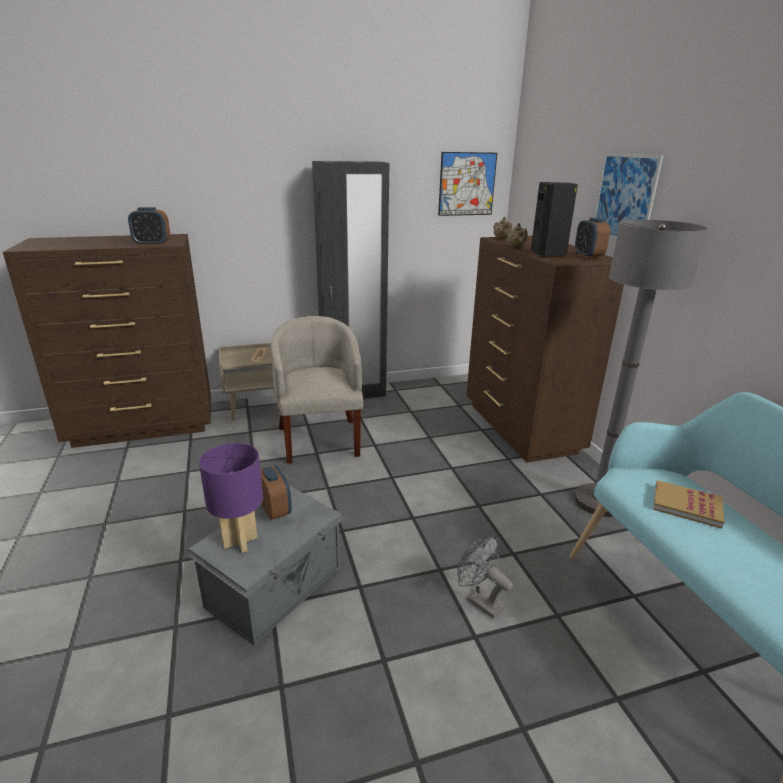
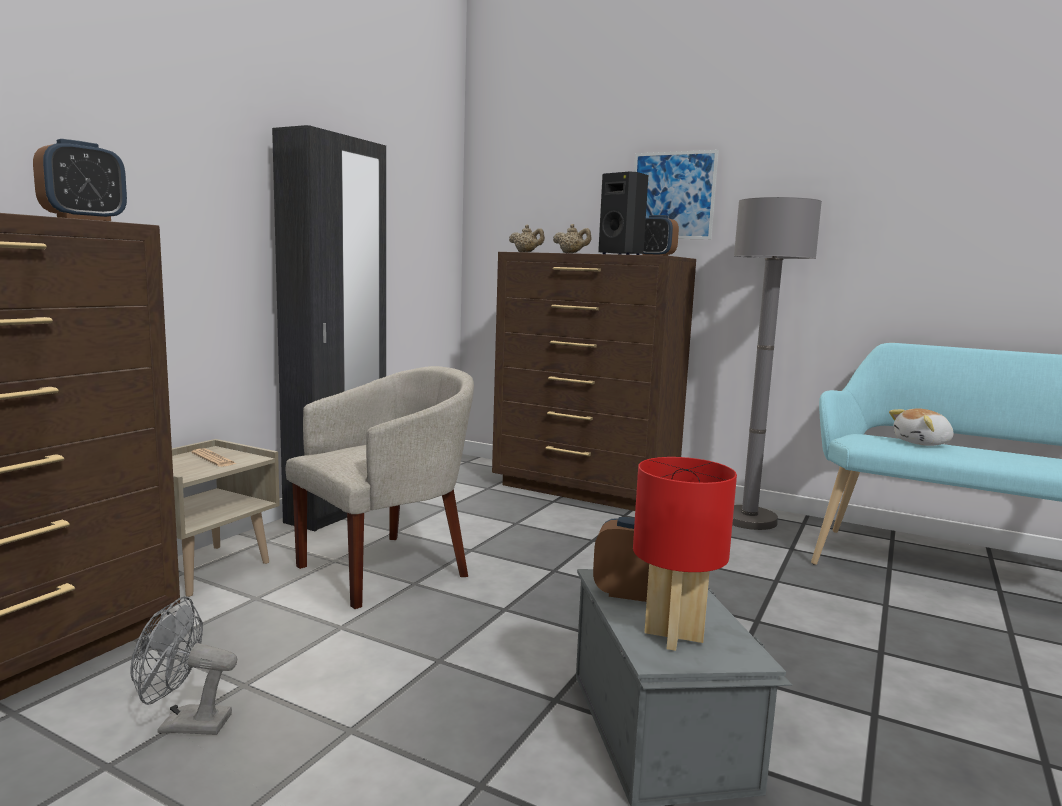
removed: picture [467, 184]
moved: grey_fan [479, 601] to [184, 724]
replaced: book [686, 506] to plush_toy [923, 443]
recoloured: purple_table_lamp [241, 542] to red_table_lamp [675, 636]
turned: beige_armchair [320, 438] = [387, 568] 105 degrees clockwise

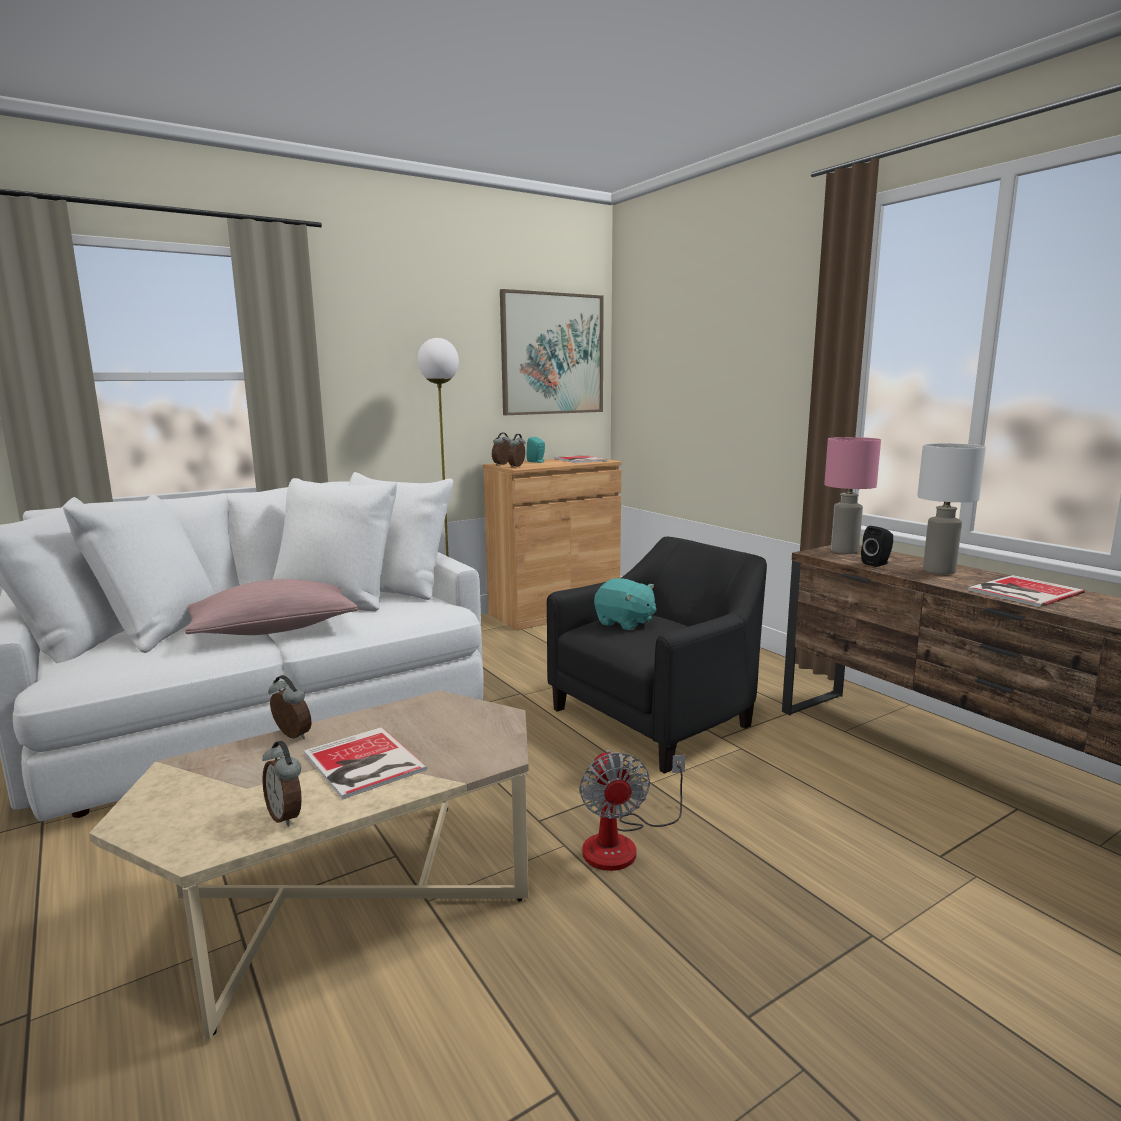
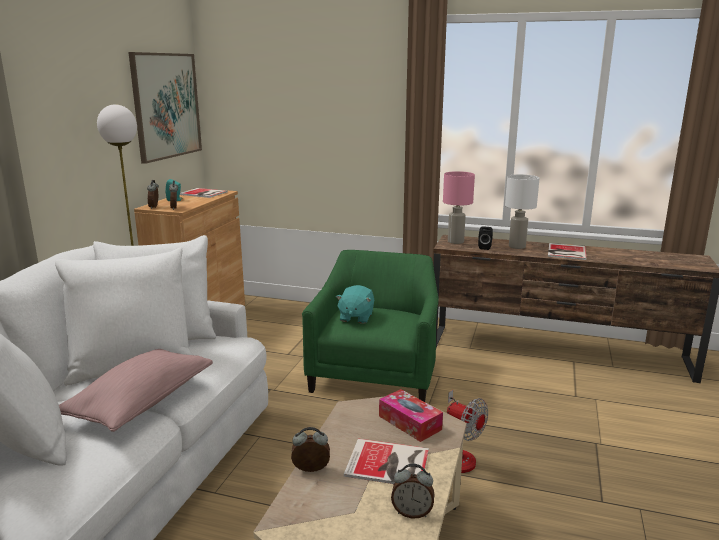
added: tissue_box [409, 423]
recoloured: black_armchair [658, 718] to green_armchair [375, 374]
turned: turquoise_plush_toy [625, 623] = [355, 317] 105 degrees clockwise

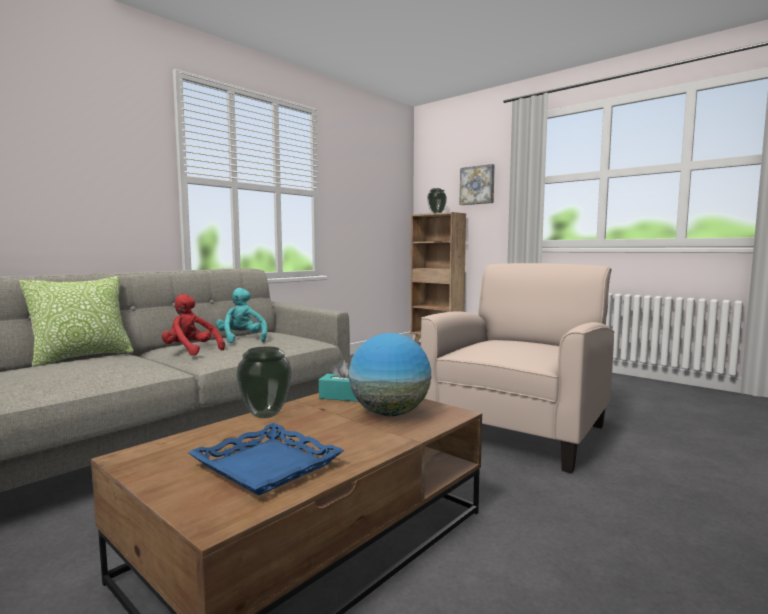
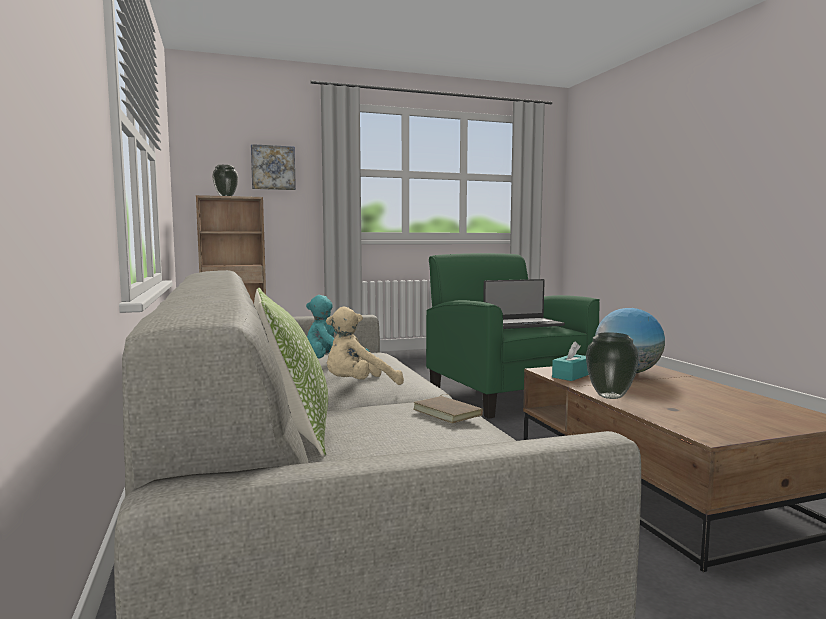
removed: blue_tray [265, 466]
added: brown_book [449, 413]; laptop [522, 324]
recoloured: red_plush_toy [191, 351] to beige_plush_toy [358, 386]; beige_armchair [518, 430] to green_armchair [505, 395]

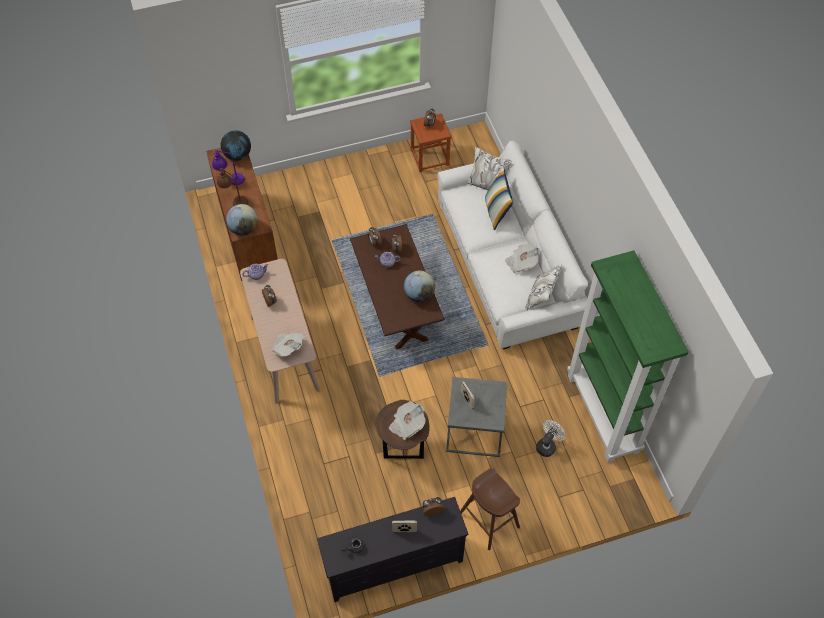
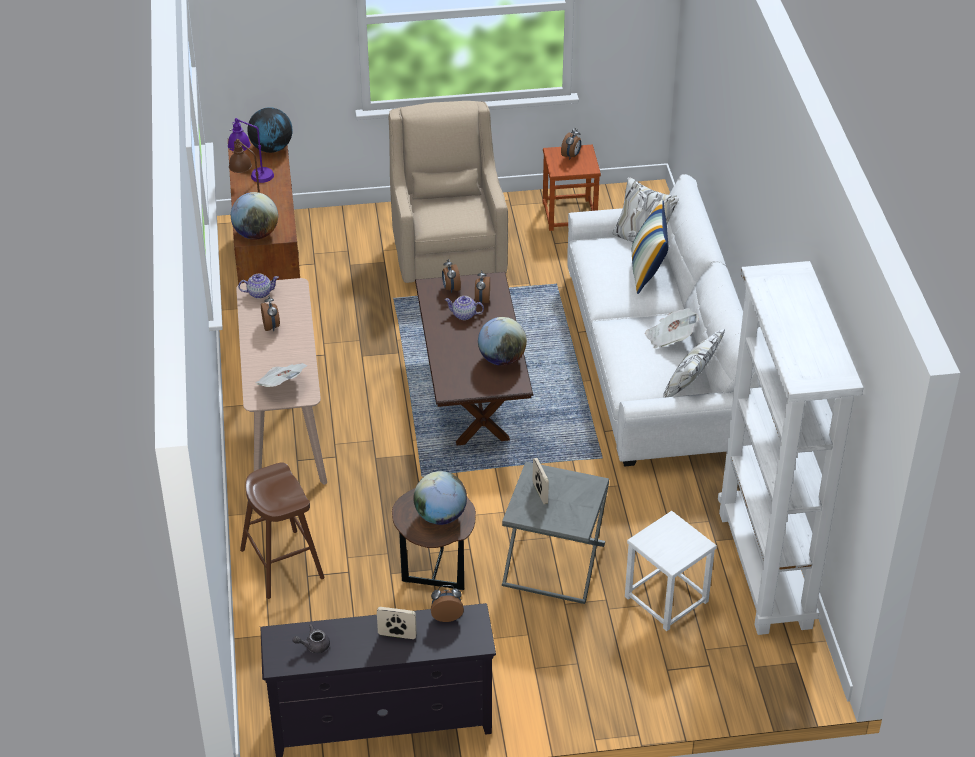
added: beige_armchair [447, 251]
moved: brown_stool [489, 520] to [282, 564]
replaced: newspaper [406, 424] to globe [440, 516]; white_fan [547, 445] to white_stool [665, 599]
recoloured: green_bookcase [604, 414] to white_bookcase [766, 570]

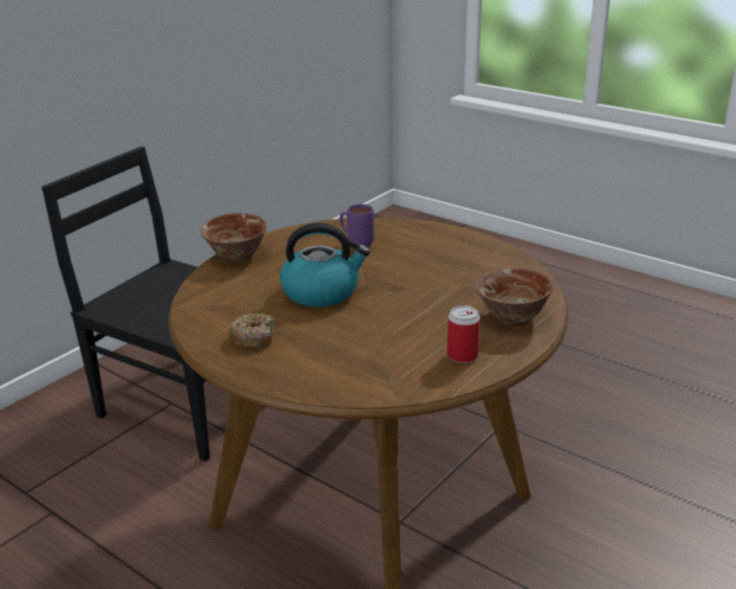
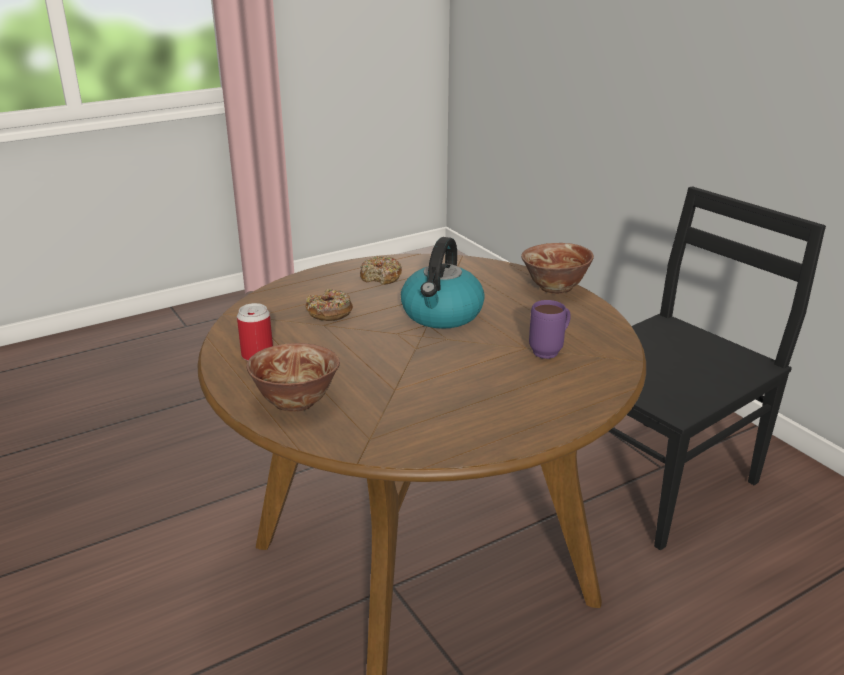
added: donut [329, 312]

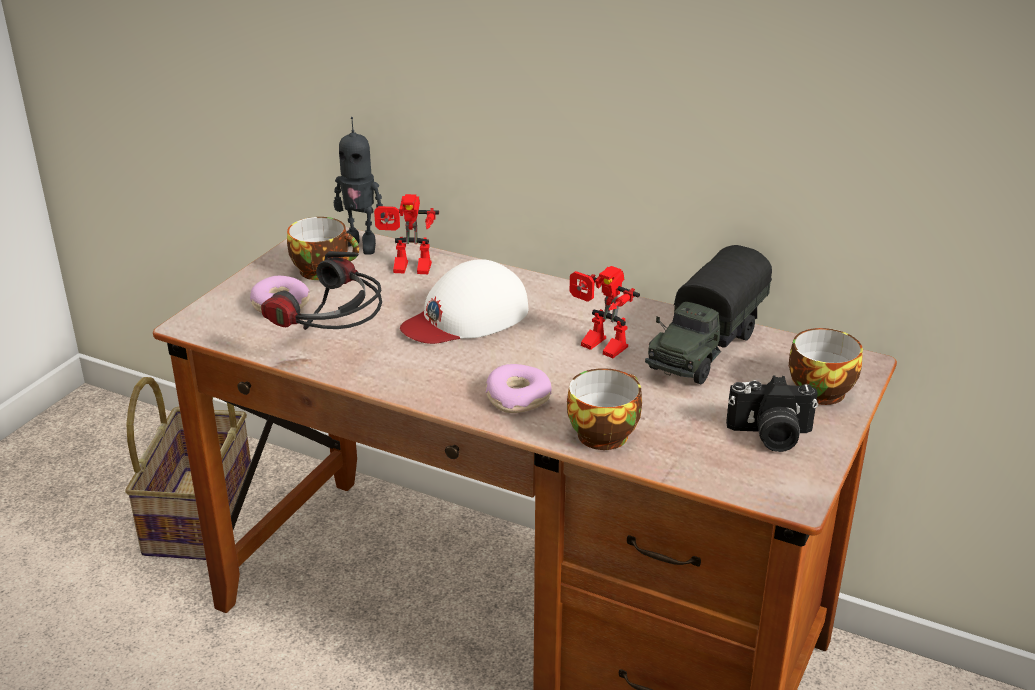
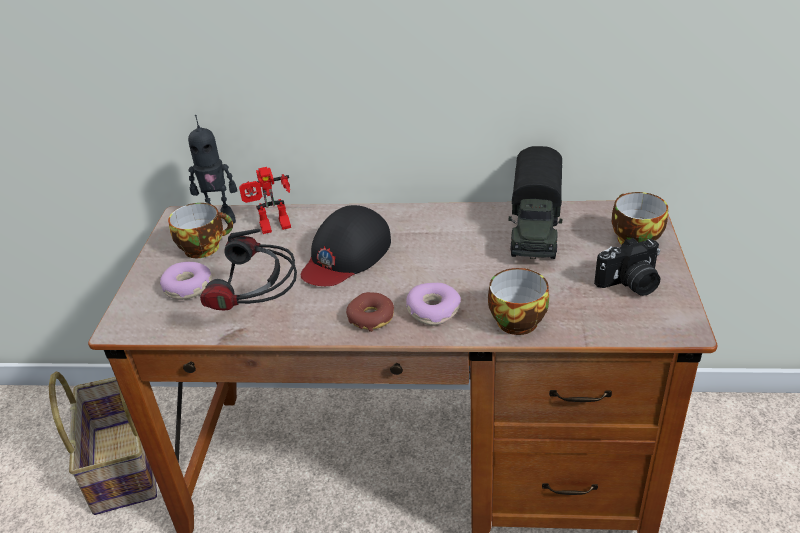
removed: toy_robot [598, 347]
added: donut [371, 317]
recoloured: white_cap [466, 317] to black_cap [346, 255]

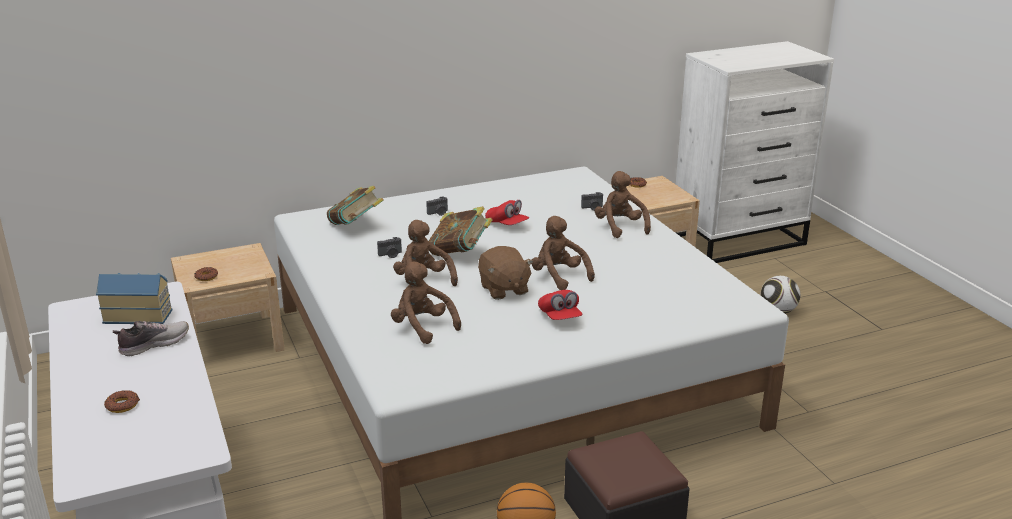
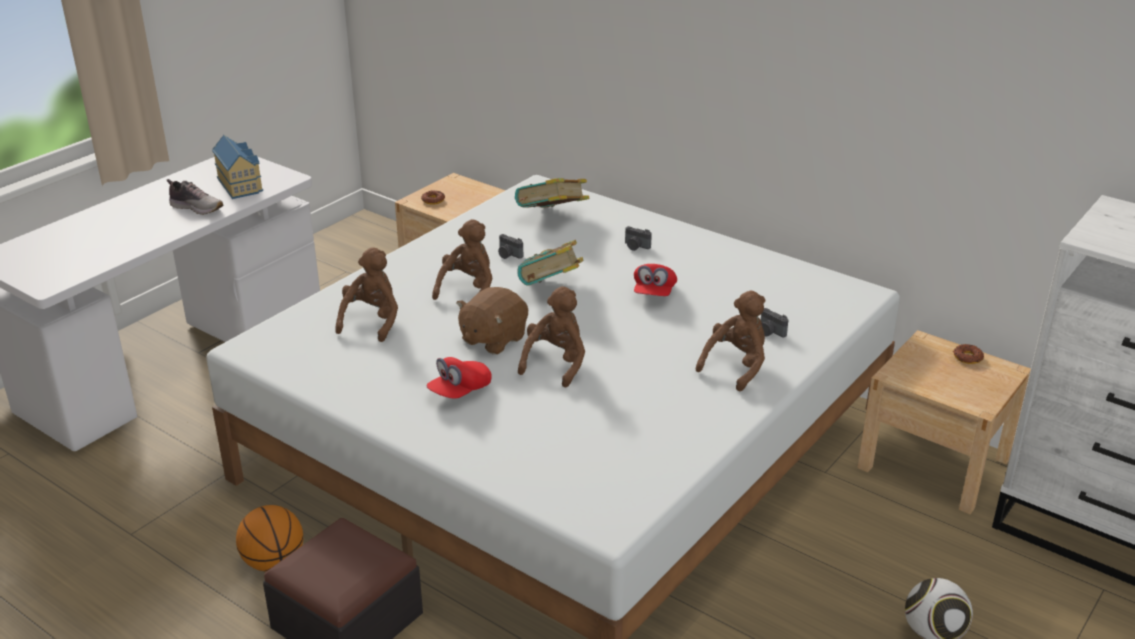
removed: donut [122, 405]

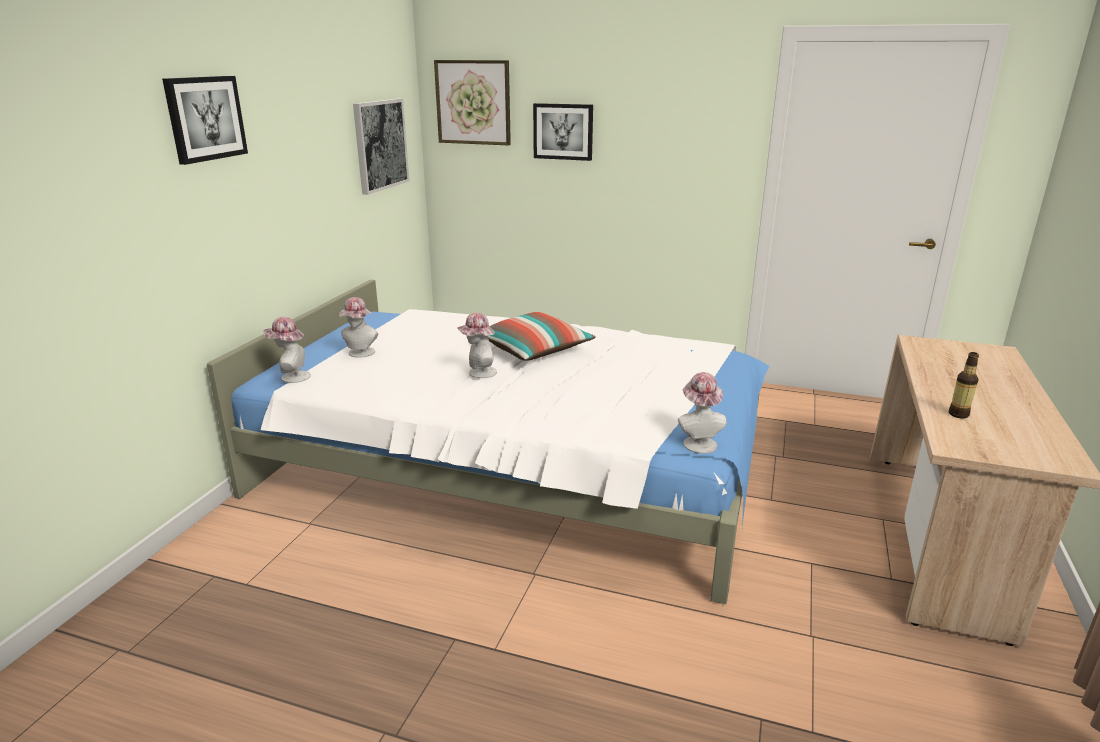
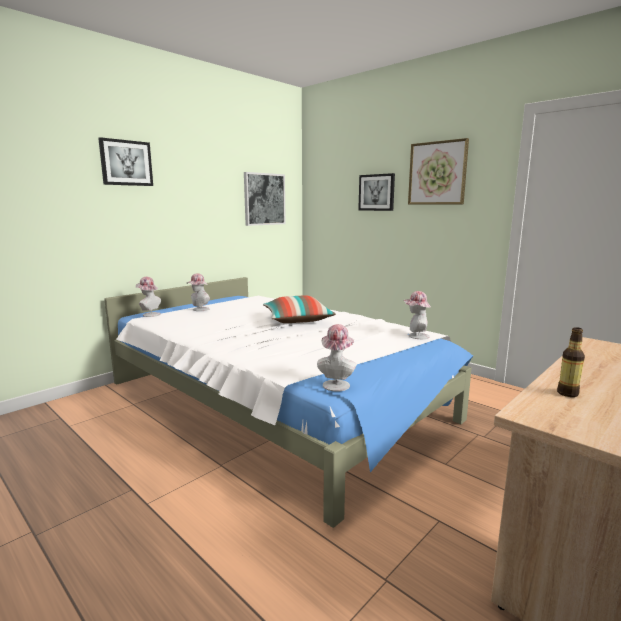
moved: hat [479, 373] to [416, 336]; picture [473, 102] to [437, 173]

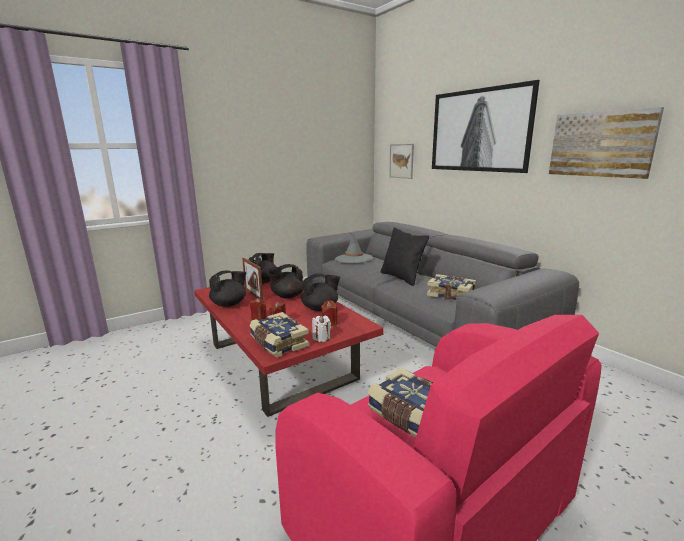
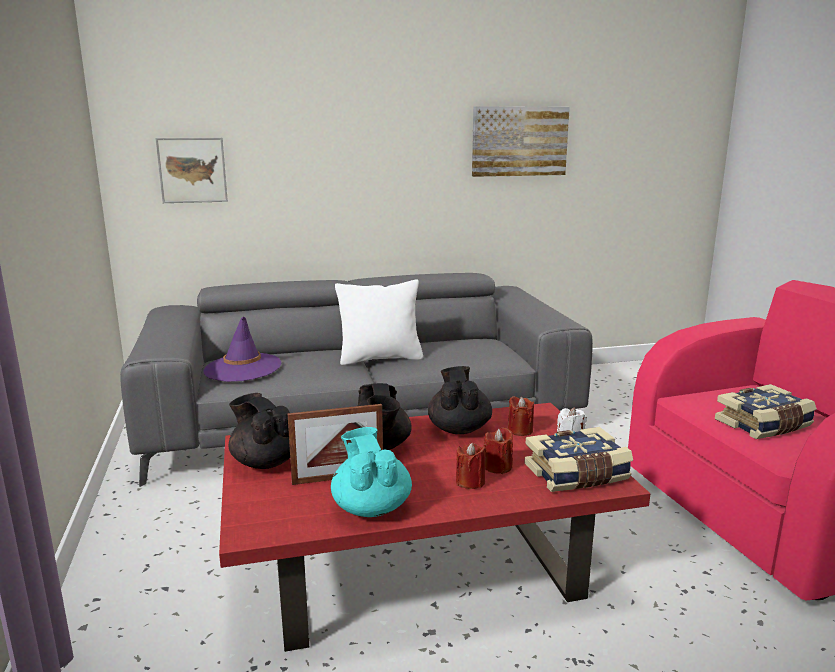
removed: book [451, 295]; picture [479, 130]
recoloured: grey_hat [353, 259] to purple_hat [243, 368]; black_teapot [229, 304] to turquoise_teapot [371, 507]; black_pillow [402, 277] to white_pillow [380, 358]

